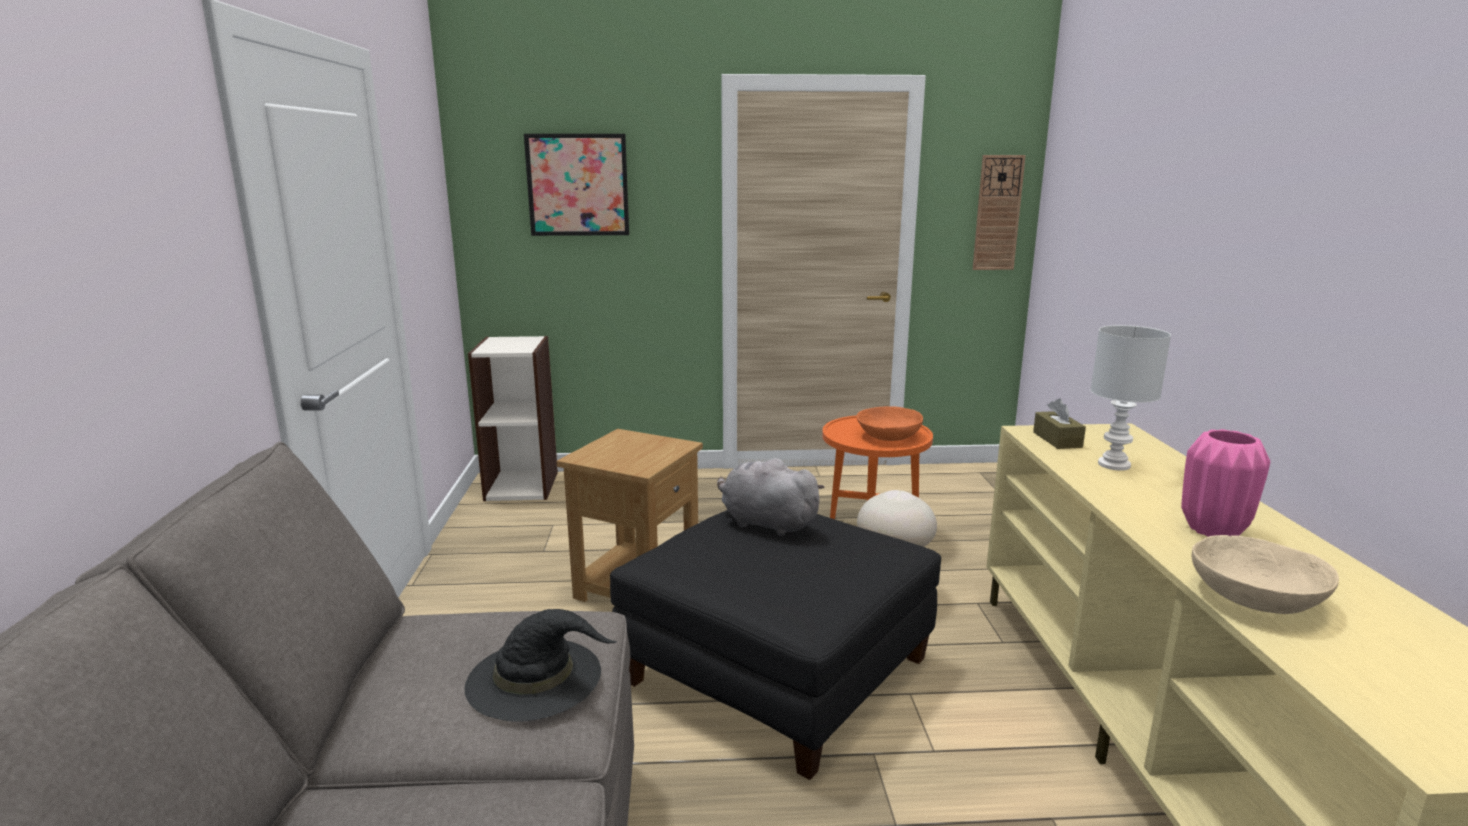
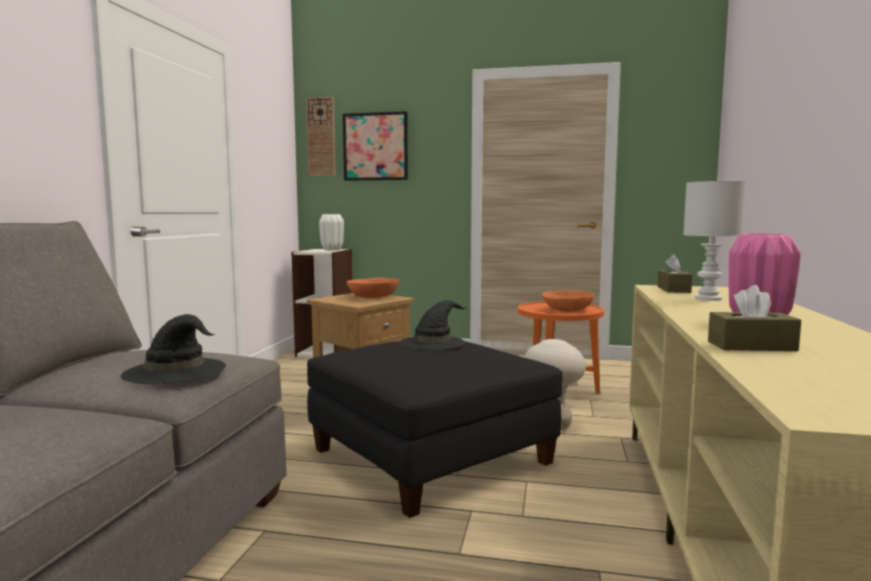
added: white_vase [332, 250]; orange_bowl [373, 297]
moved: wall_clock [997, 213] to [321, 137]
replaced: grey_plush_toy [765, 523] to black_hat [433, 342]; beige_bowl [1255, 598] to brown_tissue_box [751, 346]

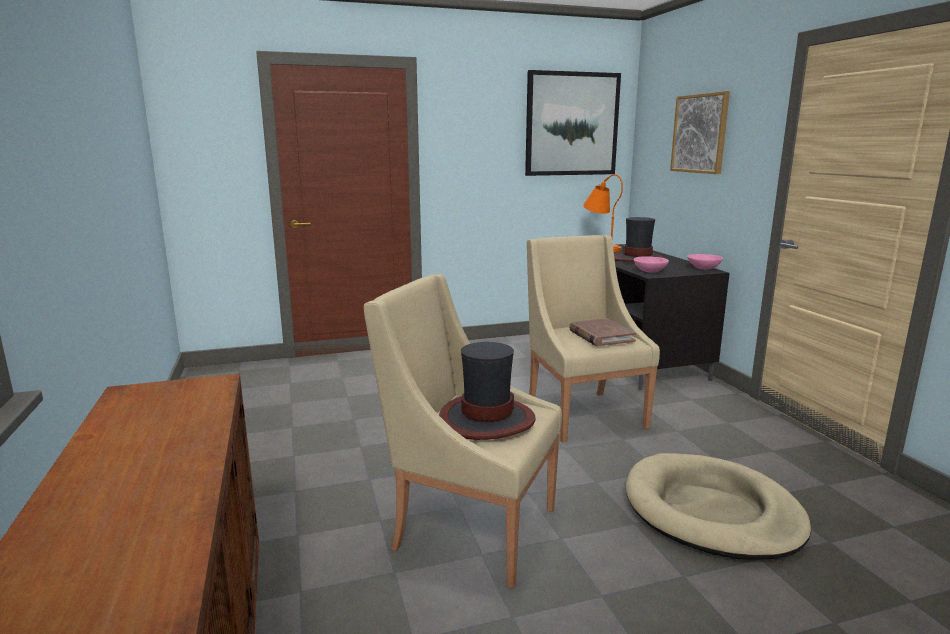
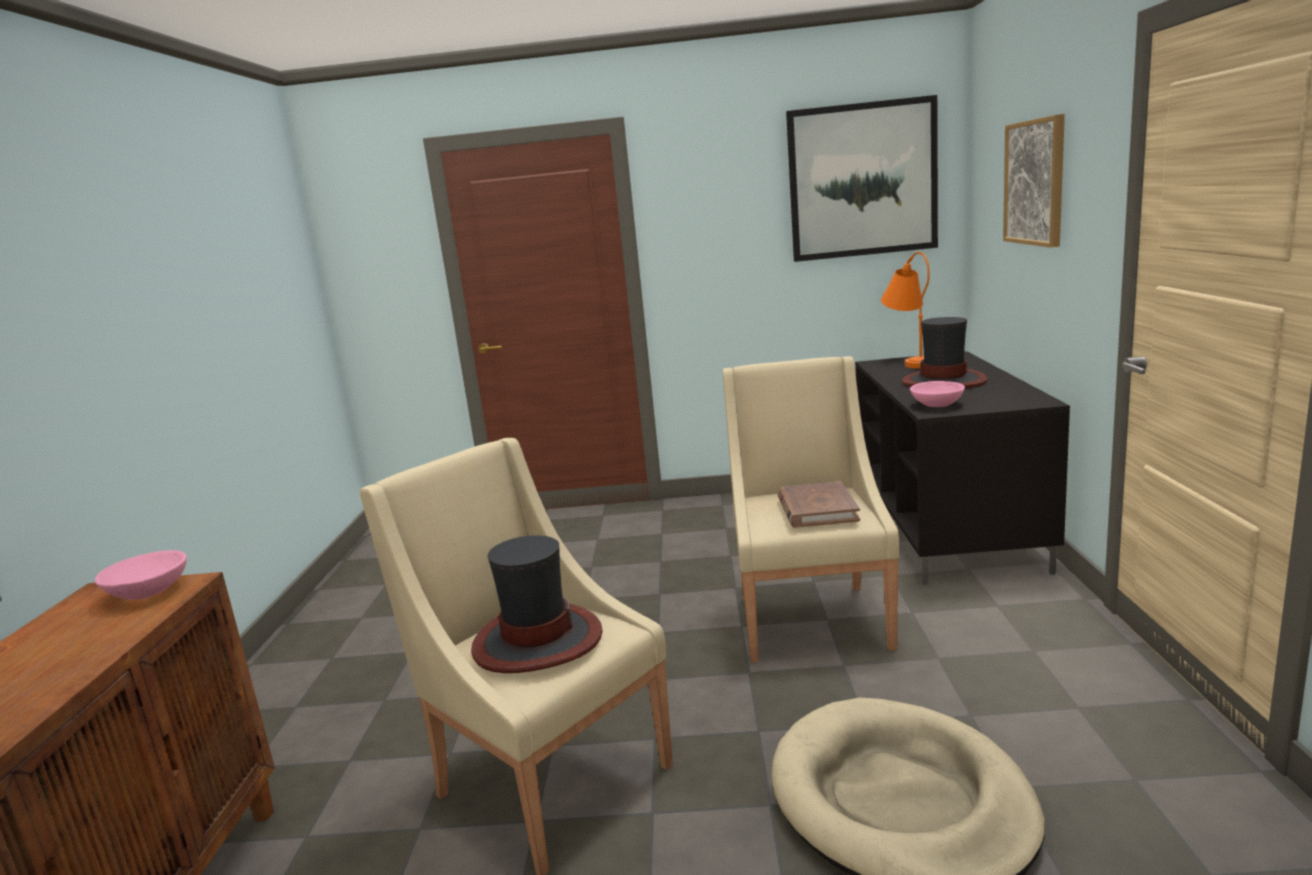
moved: pink_bowl [703, 268] to [148, 592]

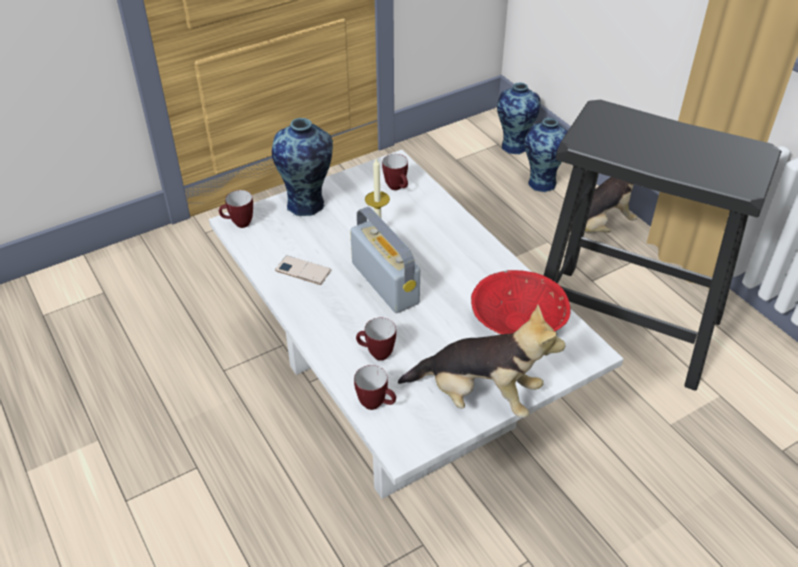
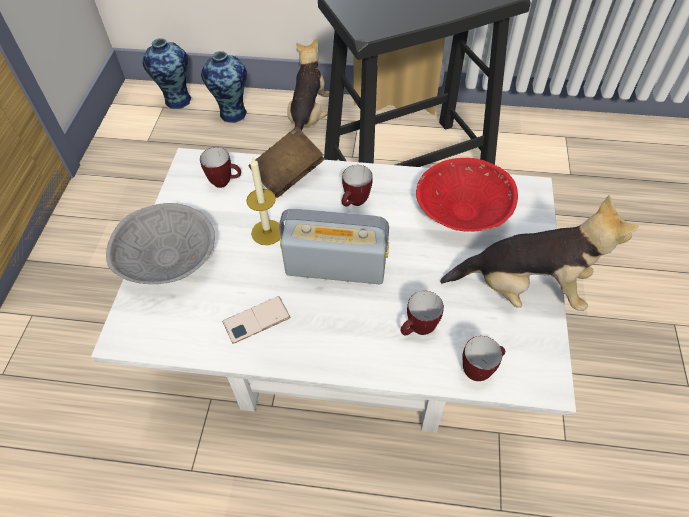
added: brown_book [288, 174]
moved: mug [238, 224] to [355, 203]
replaced: vase [307, 204] to grey_bowl [169, 259]
turned: plush_toy [479, 396] = [525, 289] 45 degrees clockwise

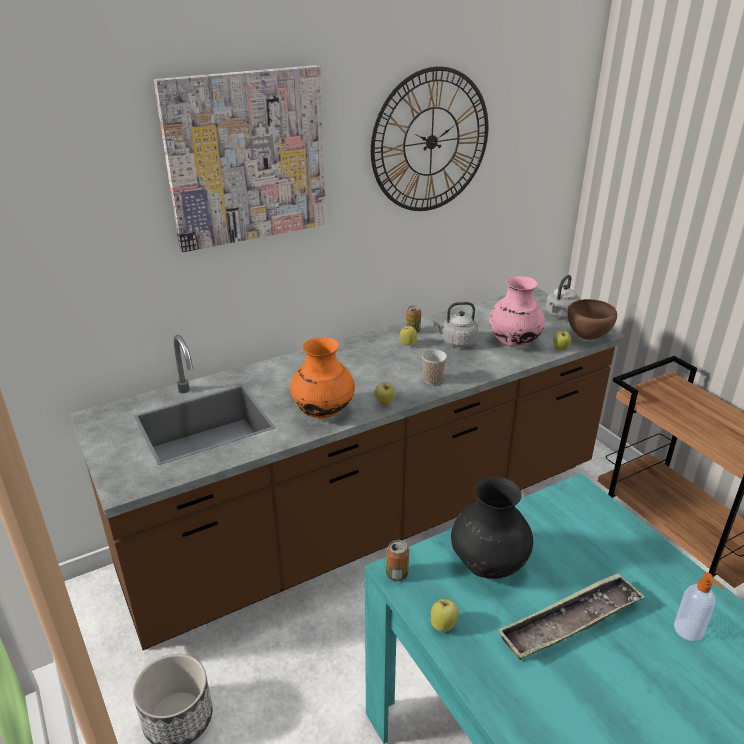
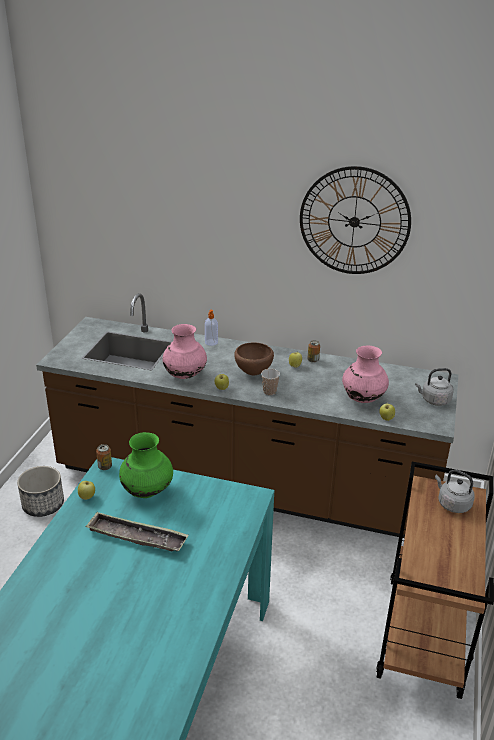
removed: picture [247, 158]
moved: soap_dispenser [689, 630] to [211, 342]; brown_bowl [588, 338] to [253, 373]; grey_kettle [457, 342] to [452, 504]
recoloured: black_vase [488, 564] to green_vase [147, 491]; orange_vase [323, 412] to pink_vase [185, 375]

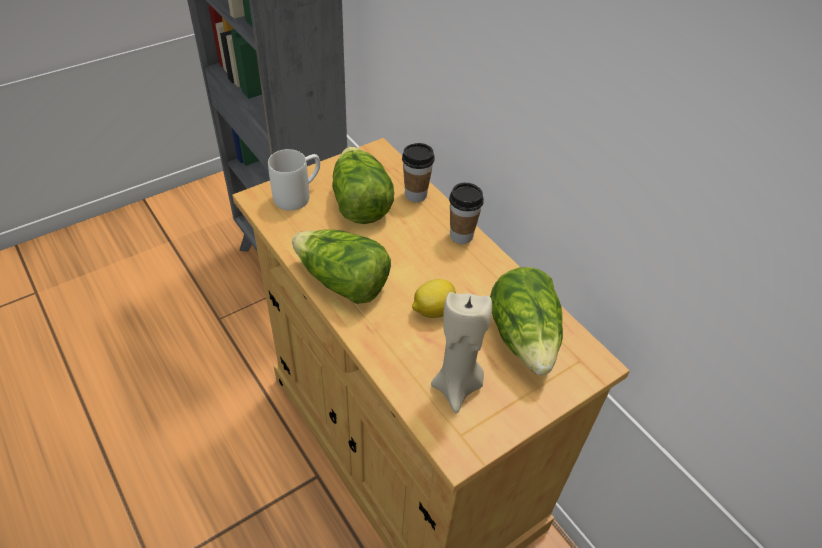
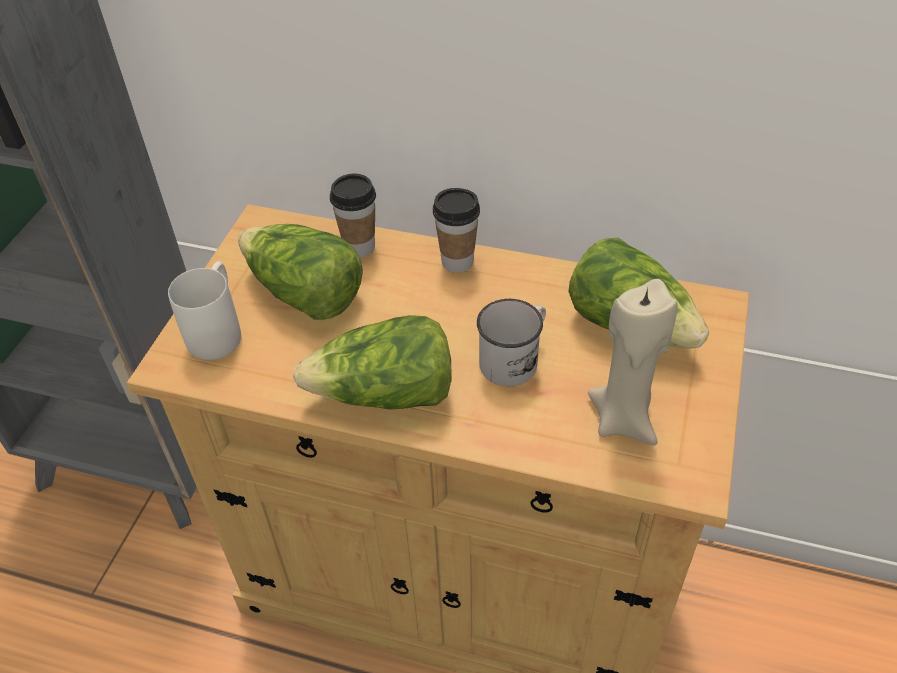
replaced: lemon [432, 310] to white_mug [515, 359]

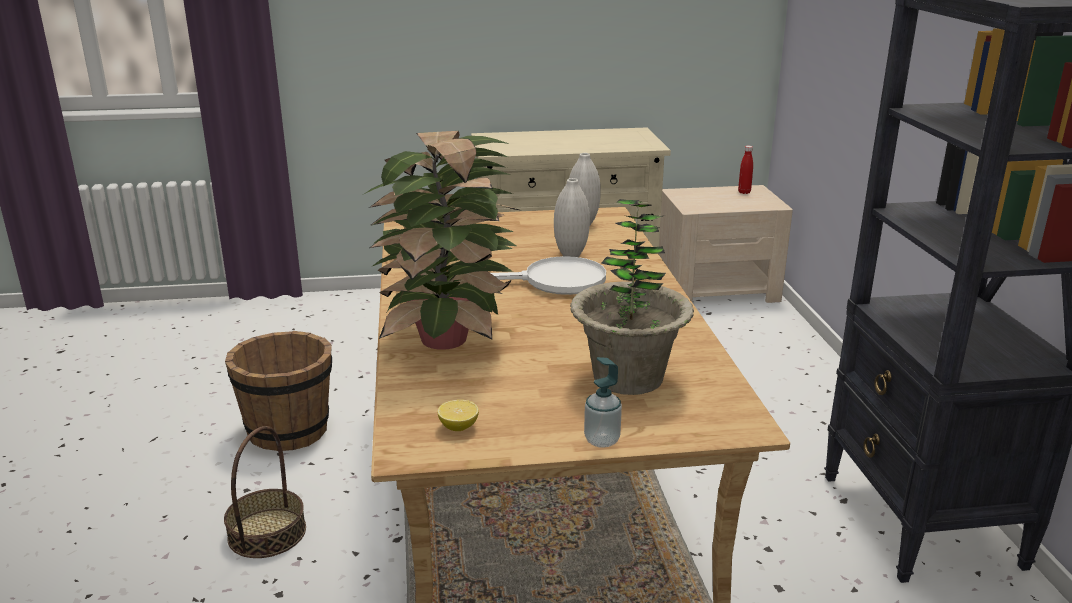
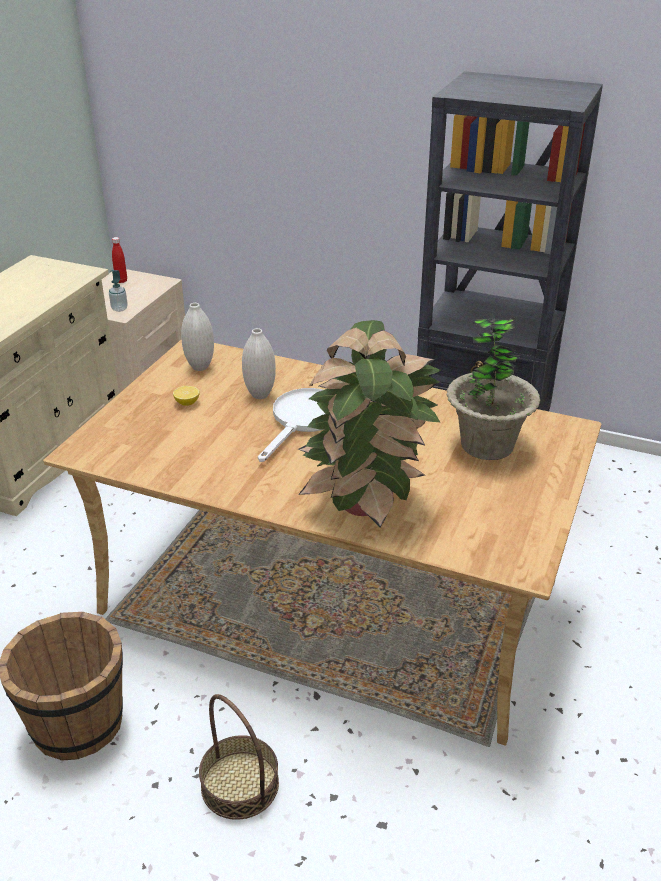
moved: soap_dispenser [602, 440] to [119, 309]; lemon [458, 427] to [187, 402]

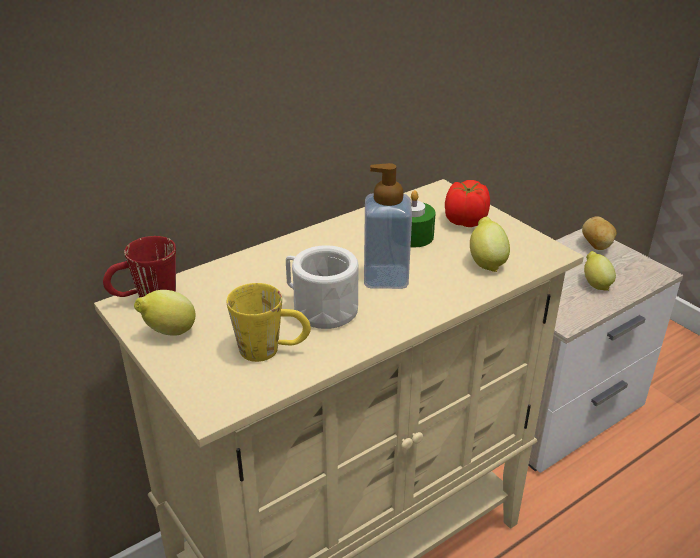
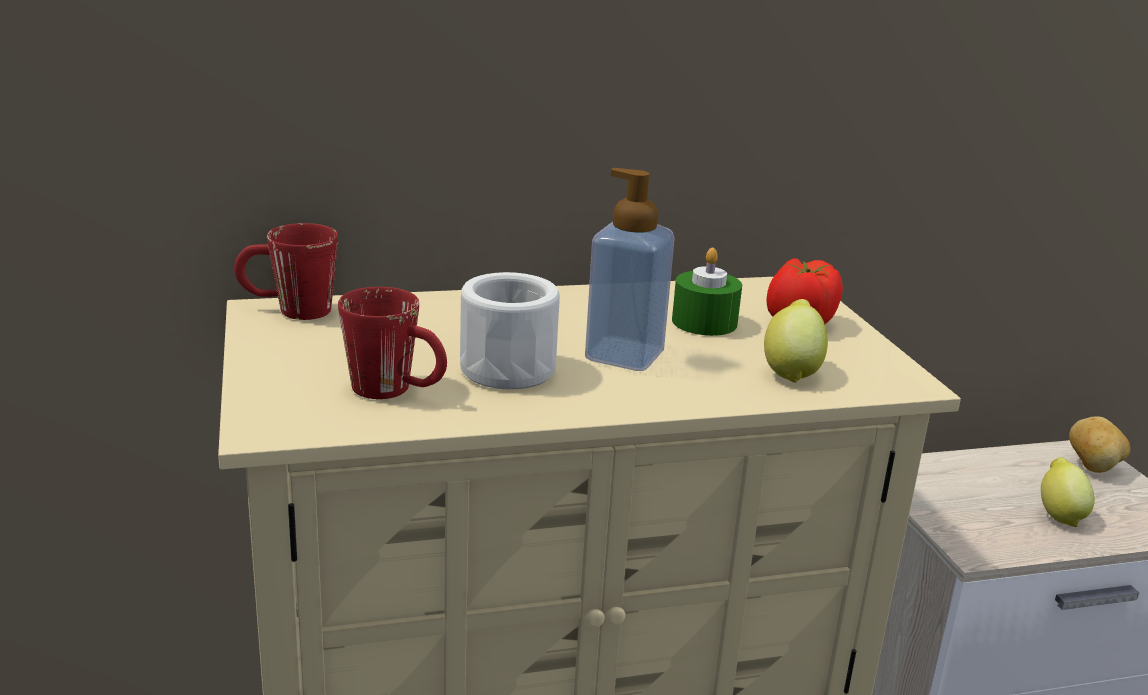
removed: lemon [169, 333]
recoloured: yellow_mug [272, 350] to red_mug [397, 391]

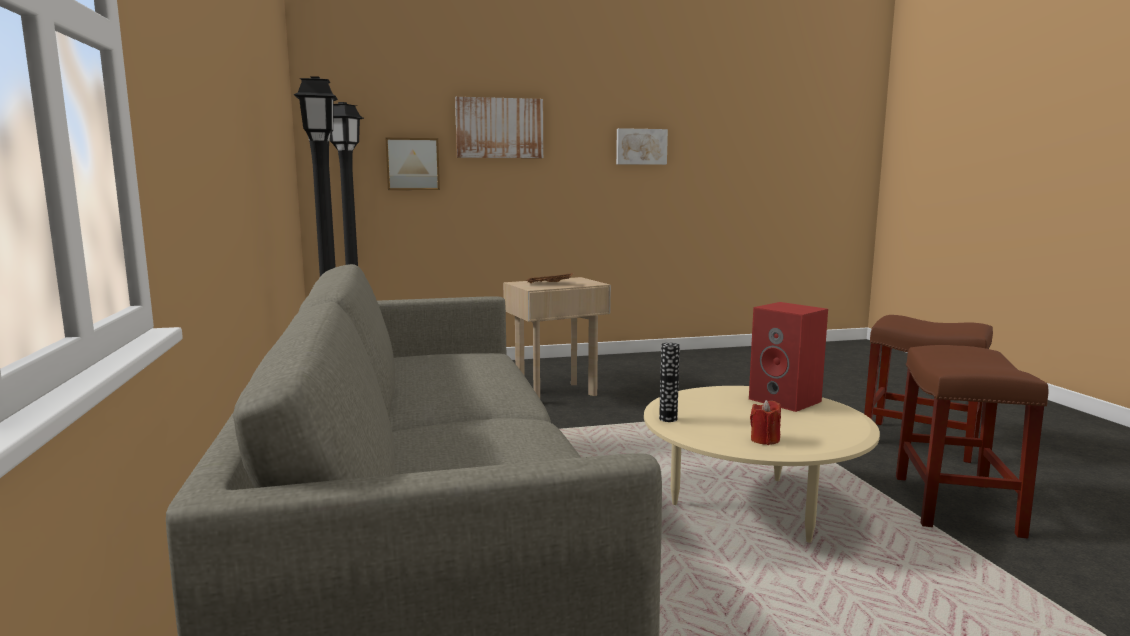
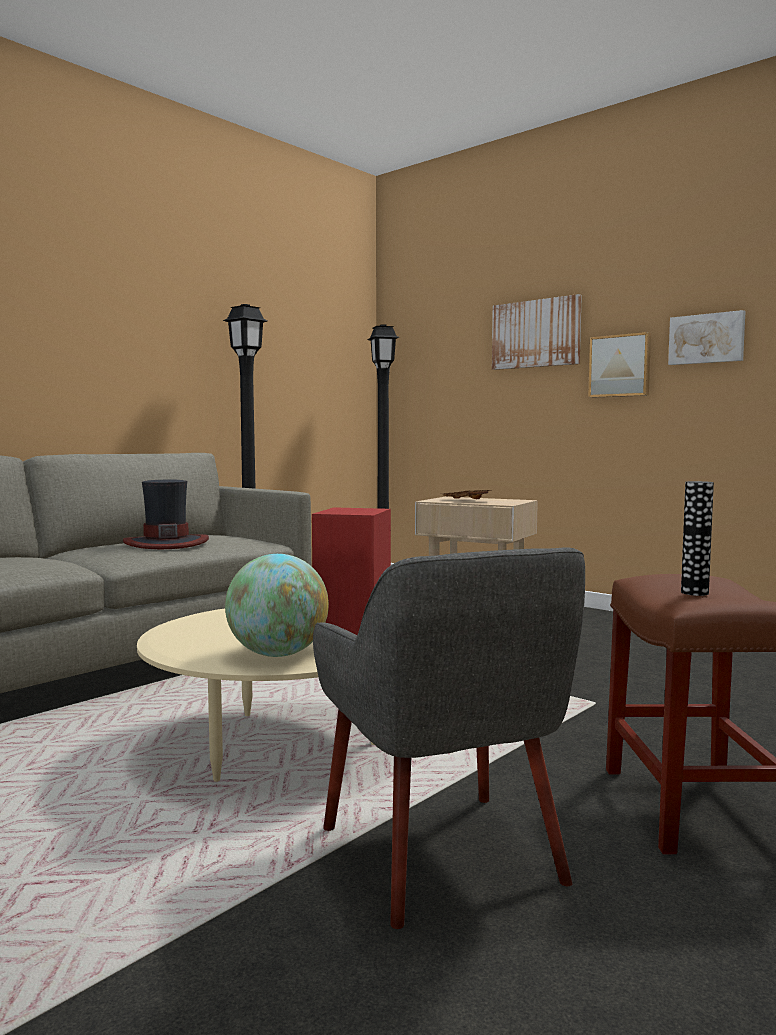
removed: red_candle [765, 440]
added: hat [166, 543]; globe [278, 654]
moved: picture [412, 164] to [620, 366]; vase [668, 419] to [694, 593]
replaced: brown_stool [956, 506] to grey_armchair [444, 856]

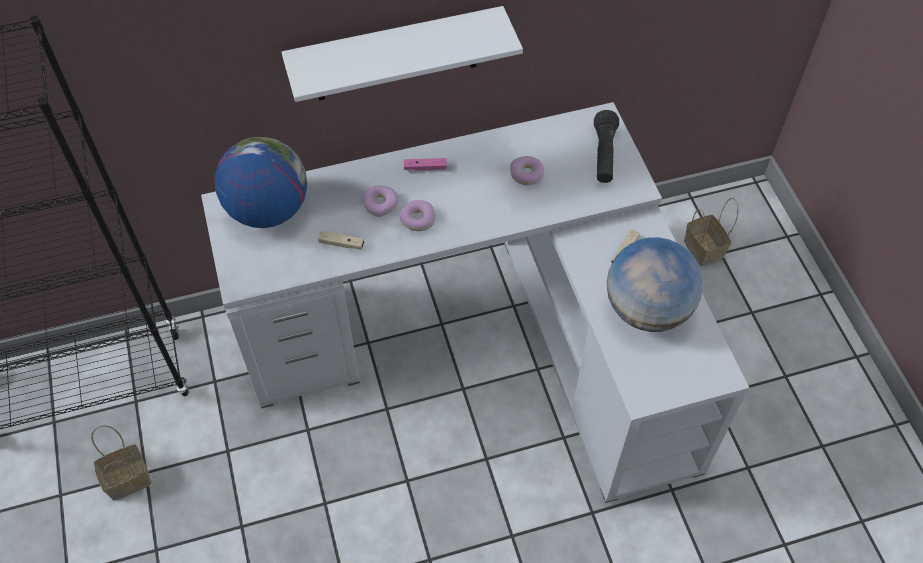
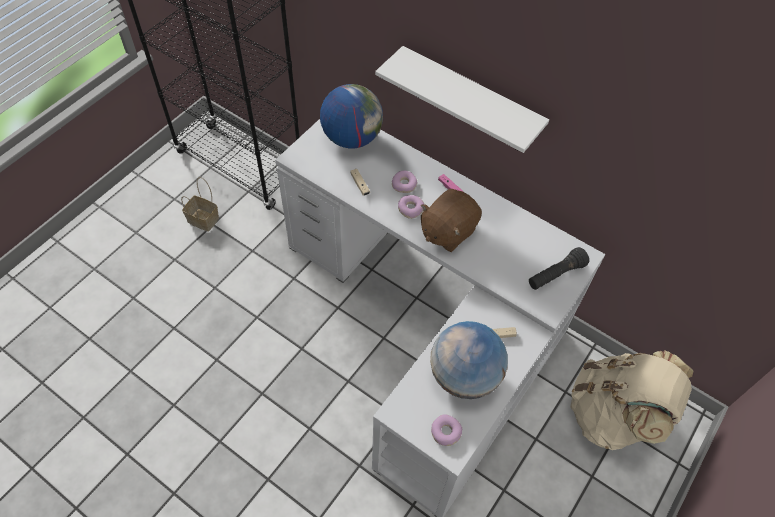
added: brown_plush_toy [447, 231]
moved: donut [526, 174] to [445, 432]
replaced: basket [705, 249] to beige_backpack [613, 414]

